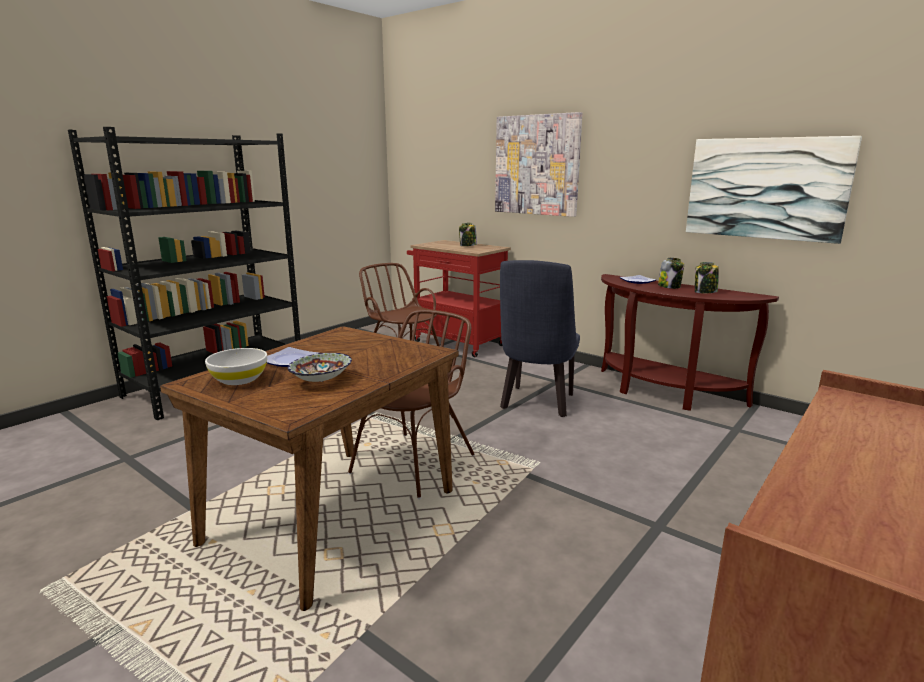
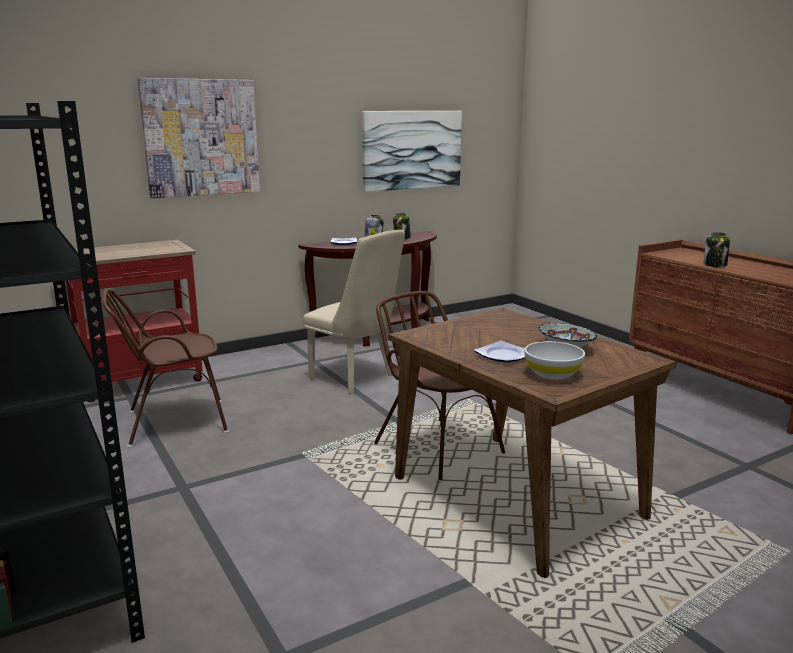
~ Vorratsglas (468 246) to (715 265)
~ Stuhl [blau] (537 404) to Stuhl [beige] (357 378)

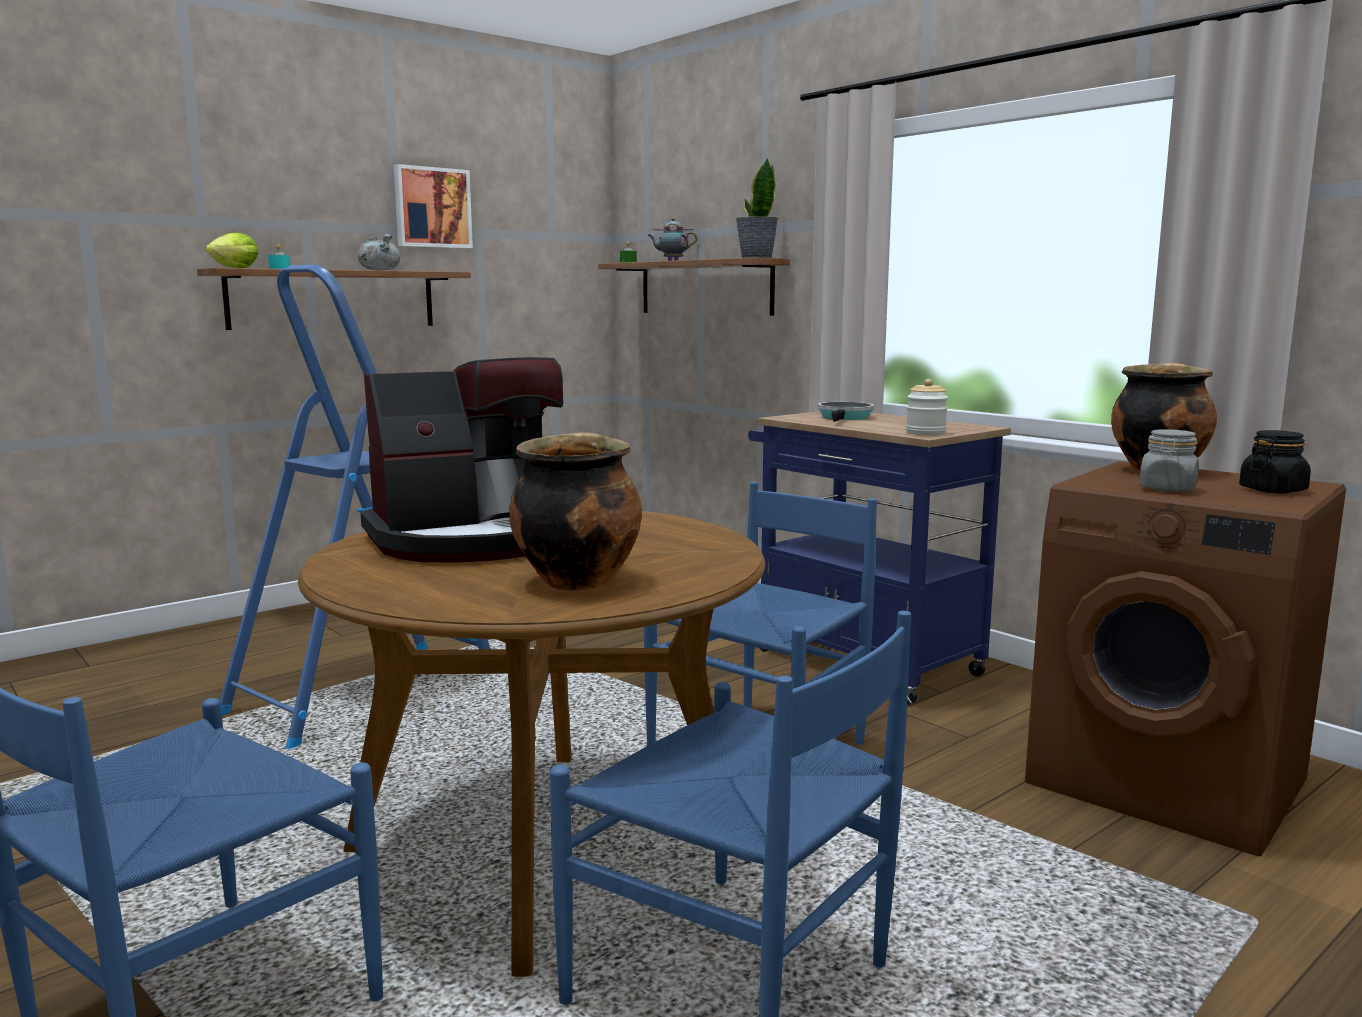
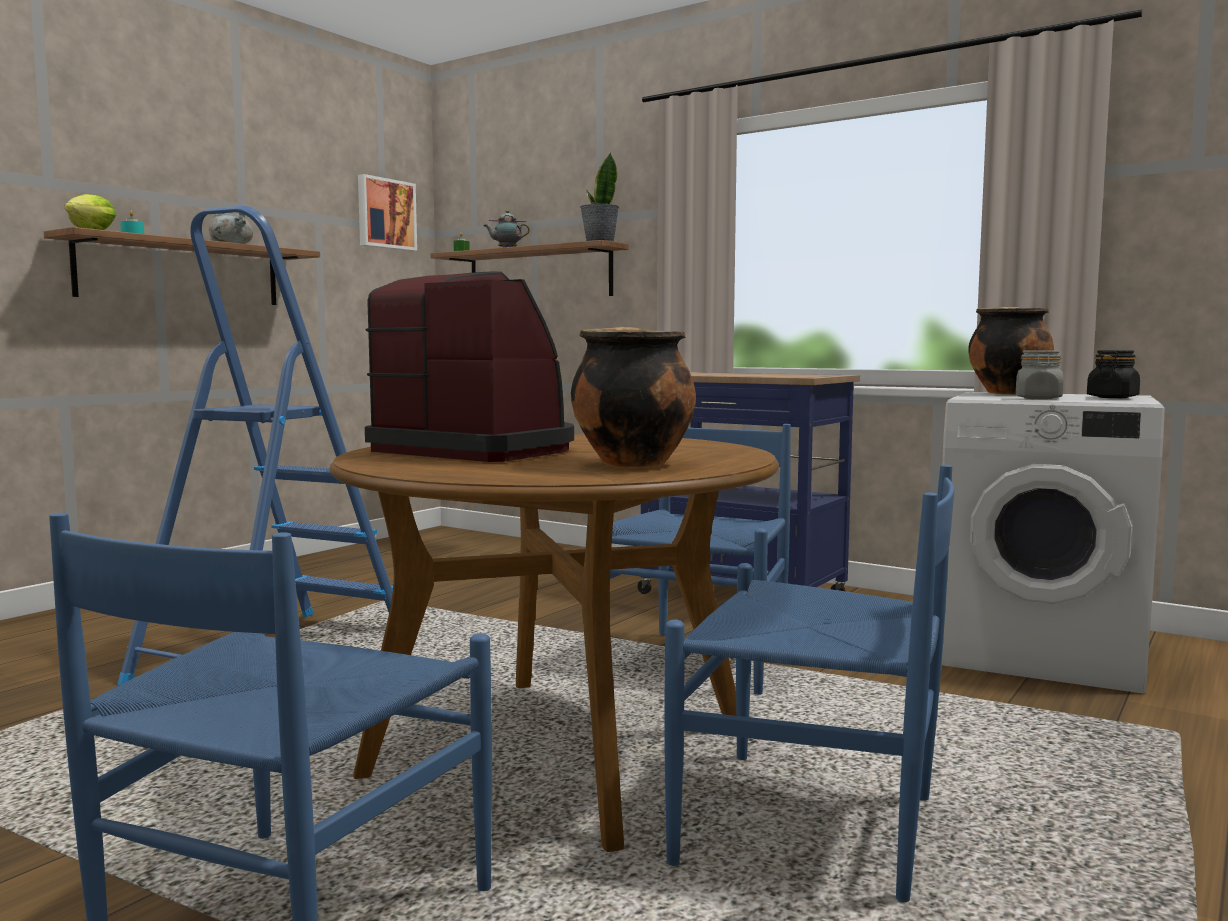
~ Bild (432 208) to (385 214)
~ Kaffeemaschine (471 540) = (478 450) 105 degrees counterclockwise
- Vorratsglas (925 433)
- Pfanne (845 418)
~ Waschmaschine [braun] (1164 782) to Waschmaschine [weiß] (1039 654)

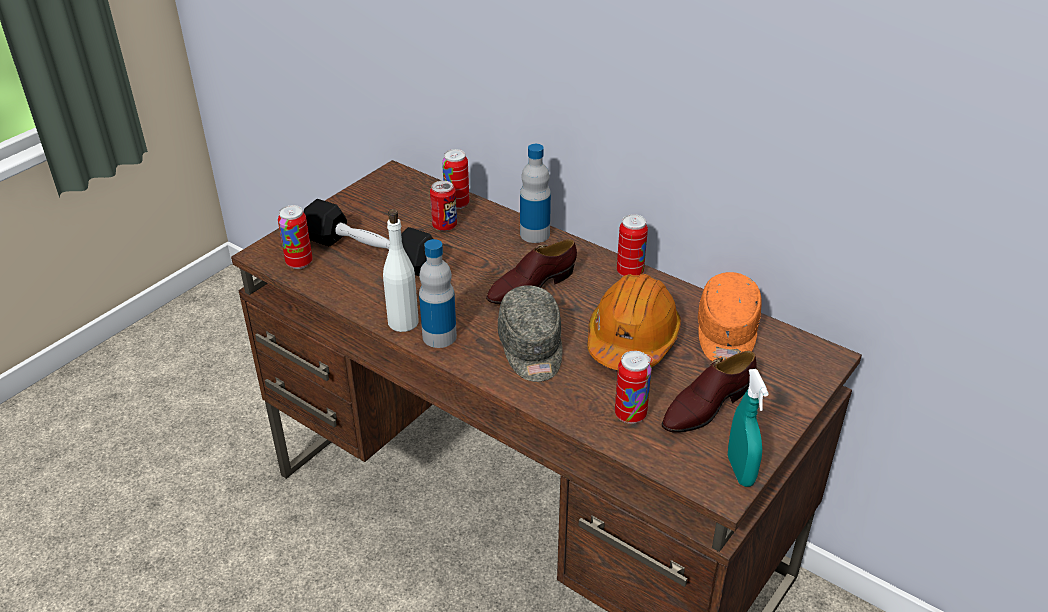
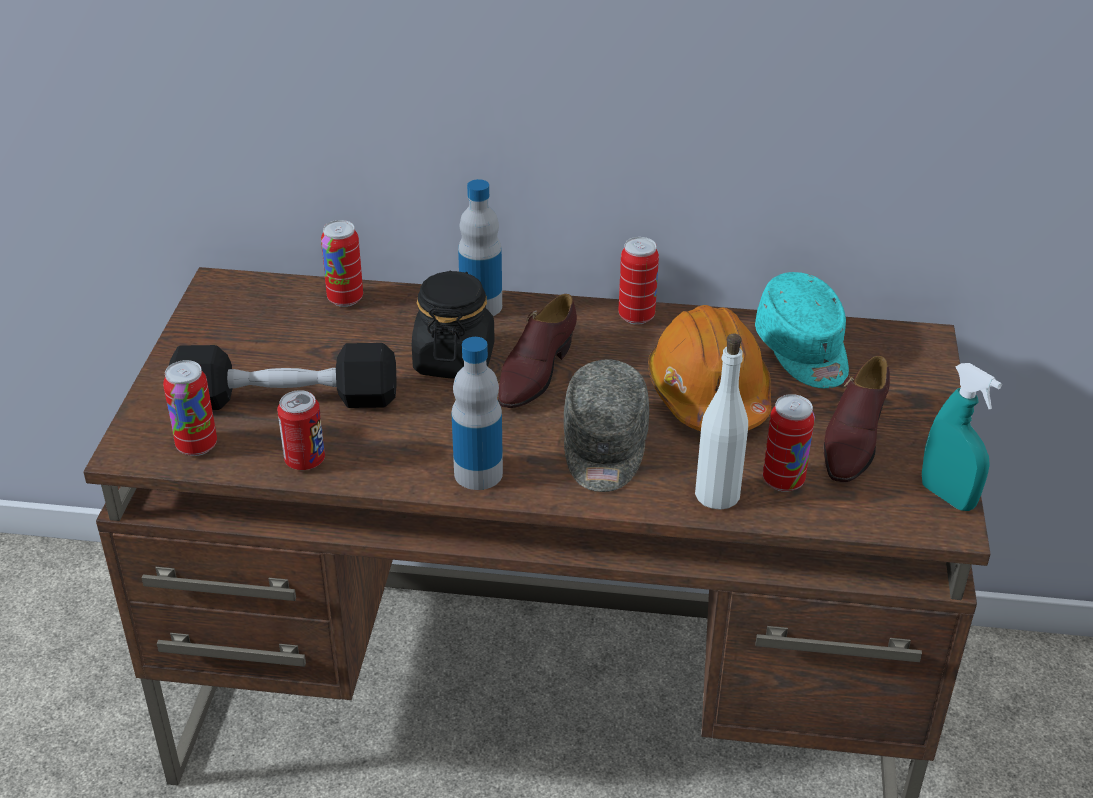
~ Dose (444 226) to (305 460)
~ Flasche [weiß] (403 322) to (717 494)
~ Kappe [orange] (726 334) to Kappe [türkis] (803 351)
~ Kappe [grau] (531 349) = (604 447) 45 degrees clockwise
+ Vorratsglas [schwarz] (454 359)

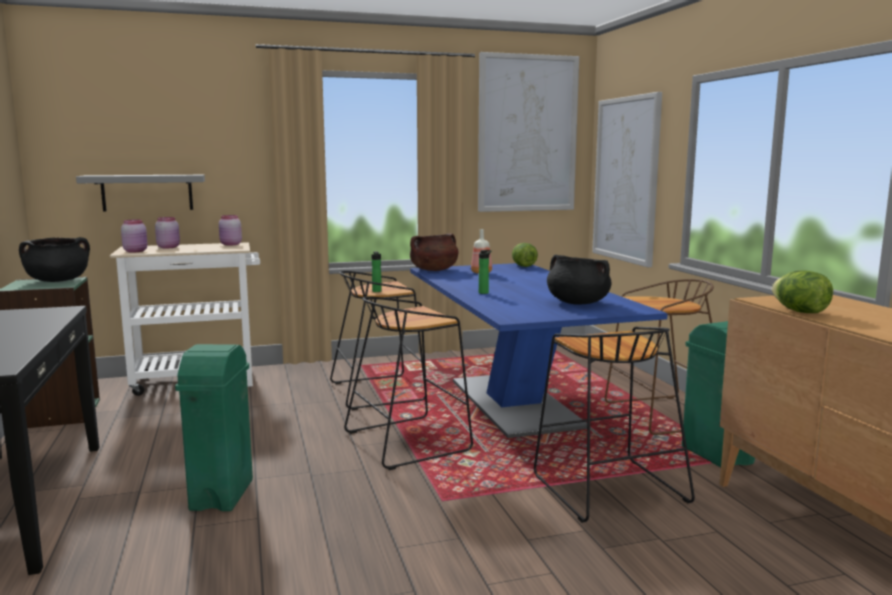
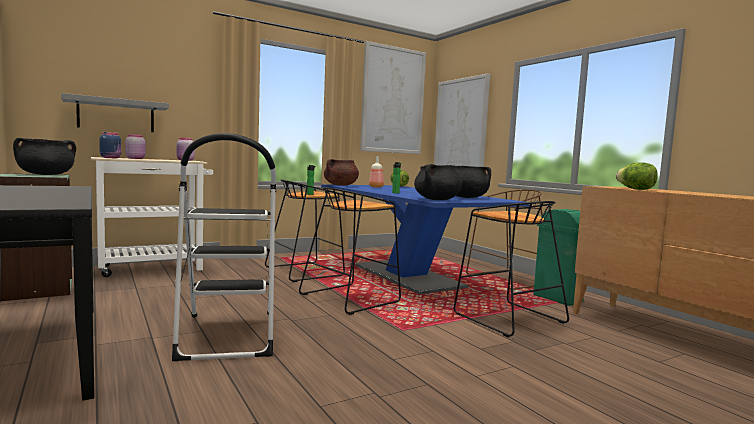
~ Vorratsglas [rosa] (136 251) to Vorratsglas [blau] (111 158)
~ Mülleimer [grün] (221 495) to Trittleiter (227 336)
+ Kochtopf [schwarz] (437 200)

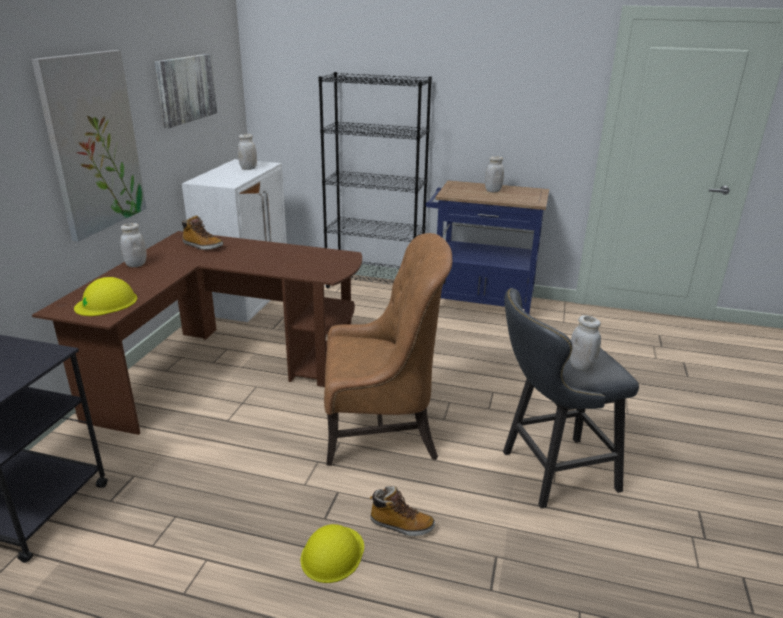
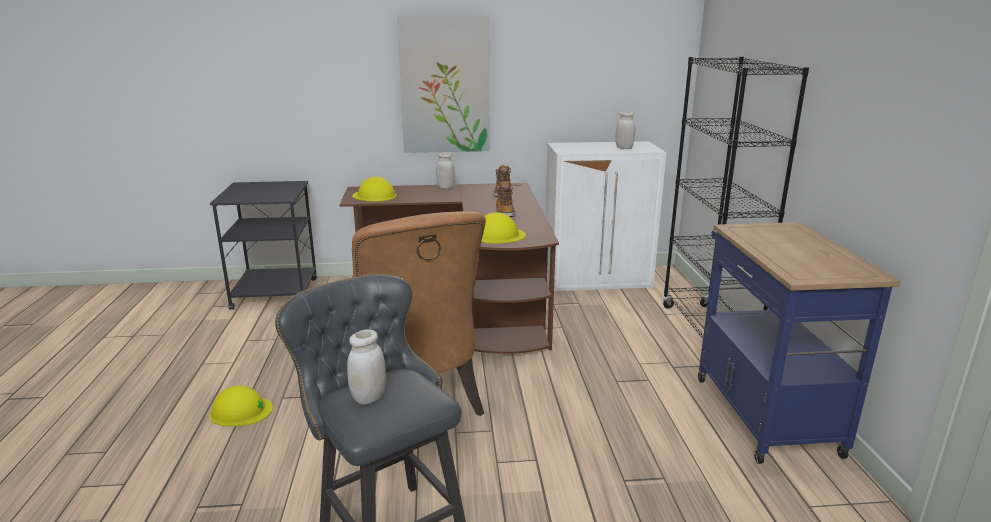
- Bild (185 89)
- Vorratsglas [weiß] (493 191)
~ Stiefel (401 525) to (504 213)
+ Schutzhelm [gelb] (498 235)

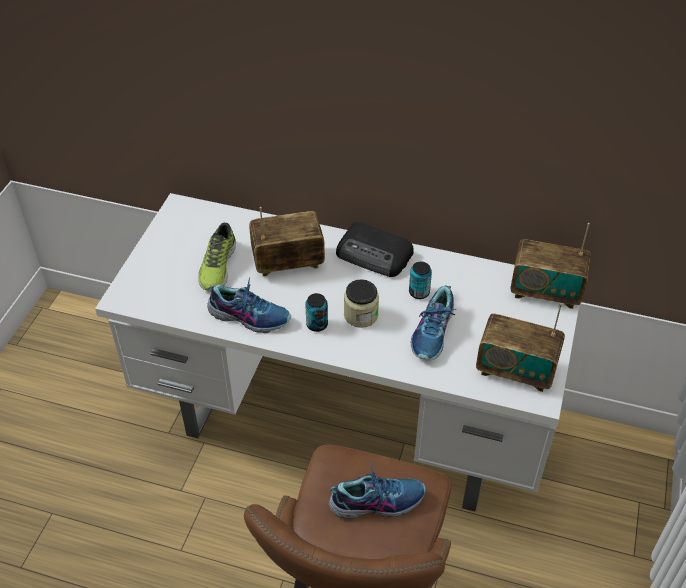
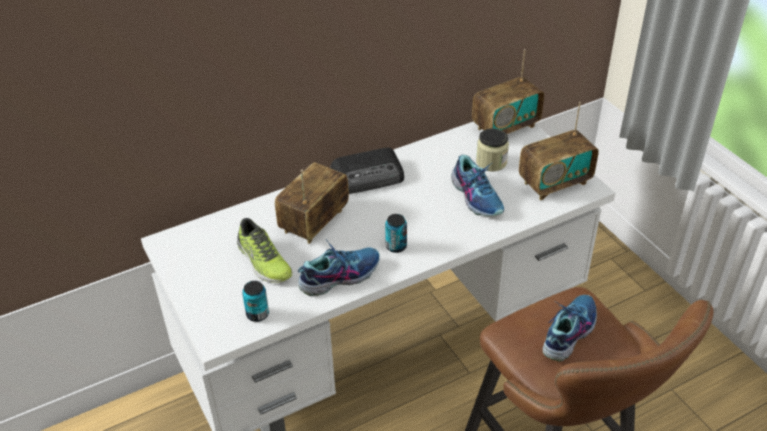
~ Dose (419 292) to (257 314)
~ Vorratsglas (361 315) to (491 162)

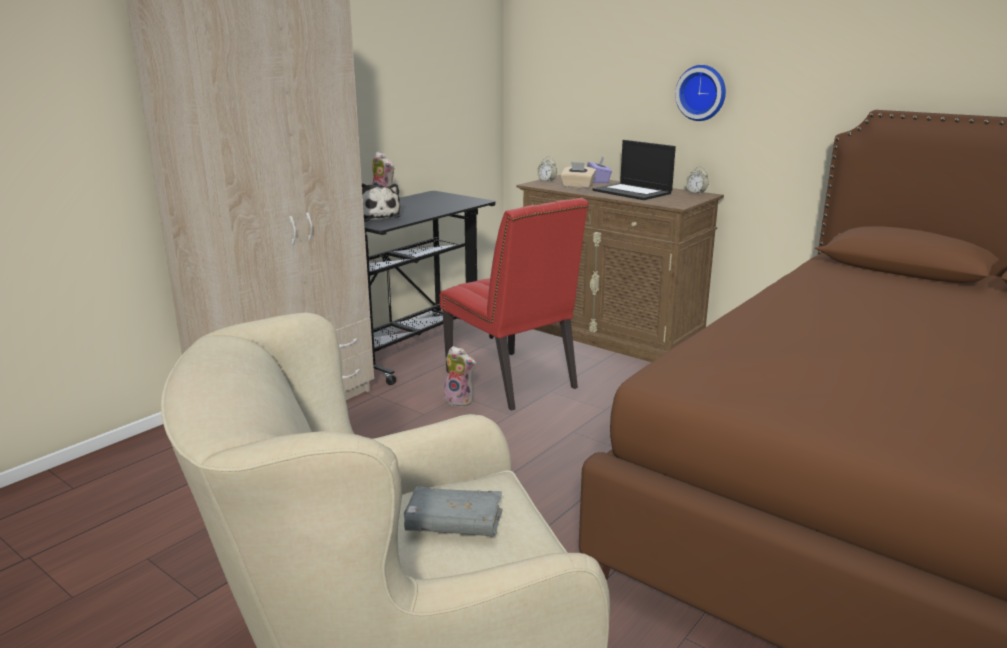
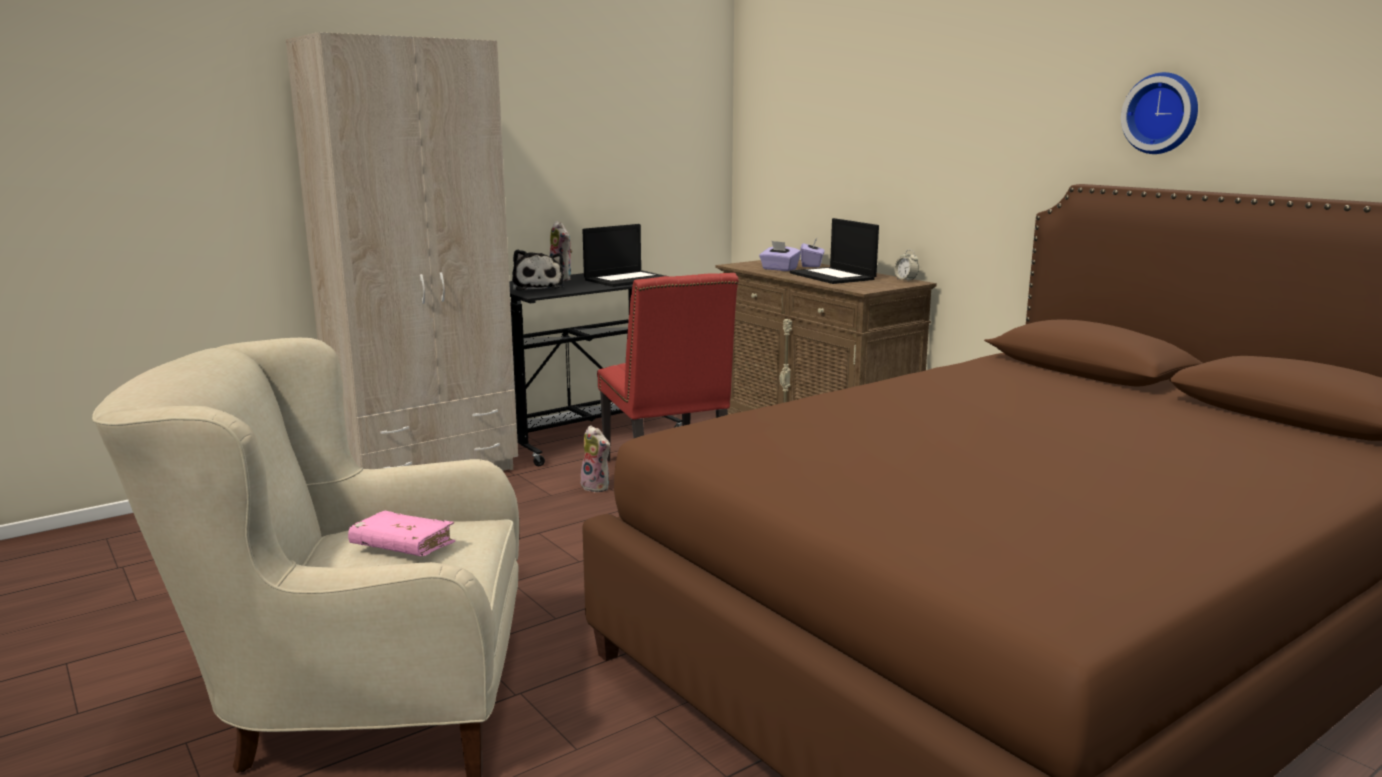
~ Wanduhr (702 92) to (1162 113)
- Wecker (547 181)
~ Taschentuchbox [beige] (577 187) to Taschentuchbox [lila] (779 269)
~ Buch [grau] (454 524) to Buch [rosa] (402 546)
+ Laptop (627 279)

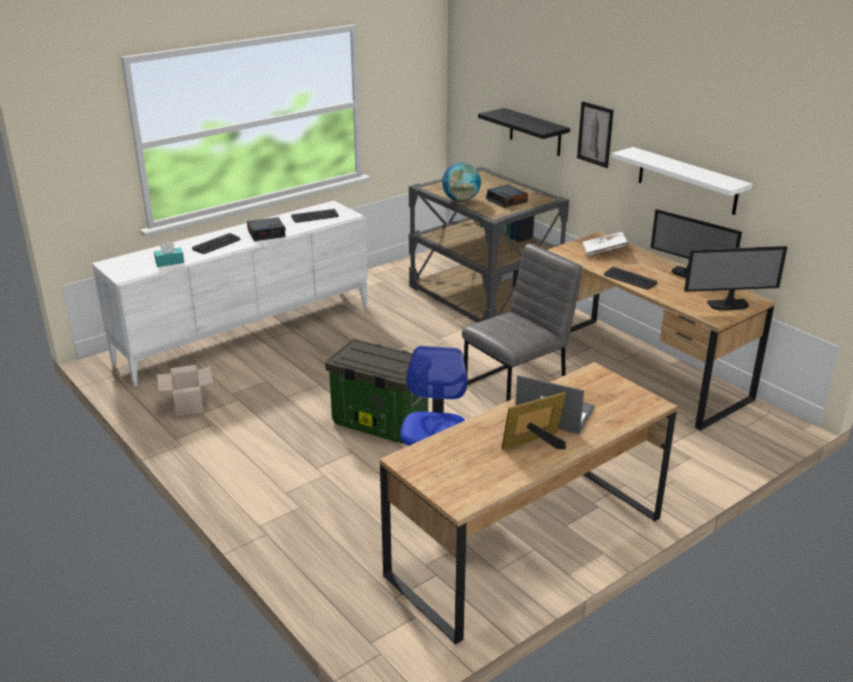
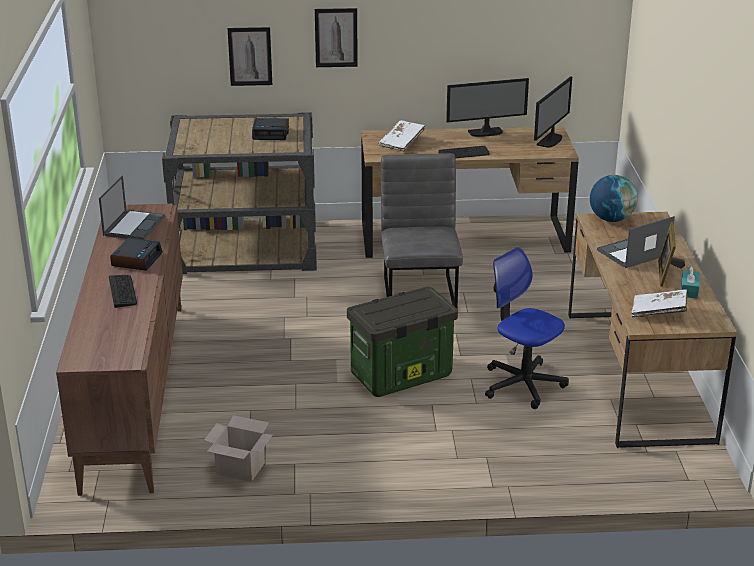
~ Wandregal [schwarz] (535 132) to Bild (250 56)
- Wandregal [weiß] (687 181)
~ Globus (461 200) to (611 219)
~ Schrank [weiß] (247 333) to Schrank [braun] (134 391)
~ Tastatur (315 216) to Laptop (134 225)
~ Taschentuchbox [türkis] (169 262) to (689 290)
+ Buch [weiß] (659 312)

